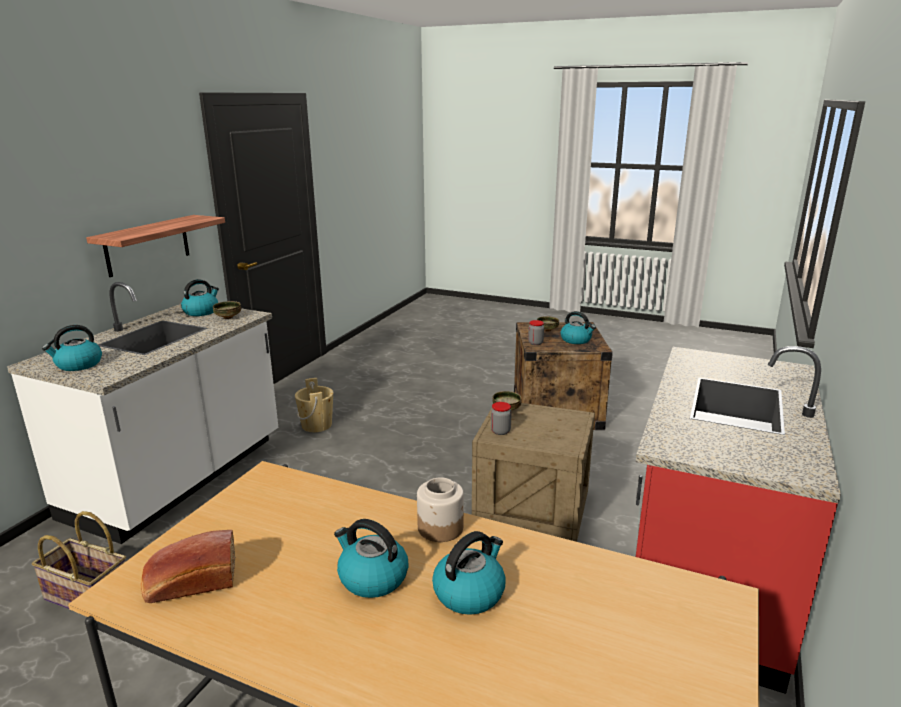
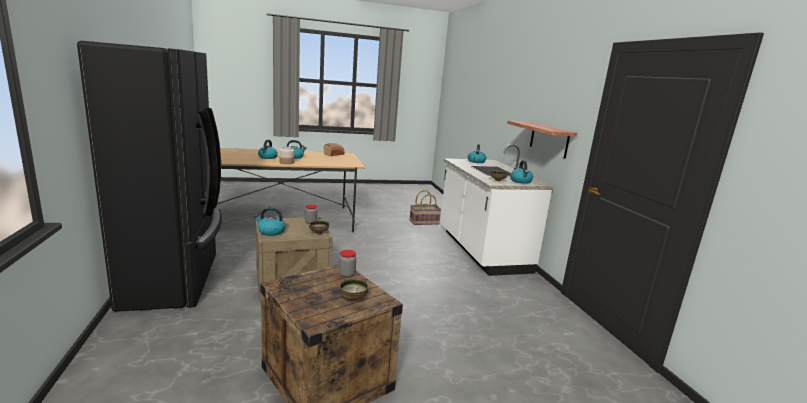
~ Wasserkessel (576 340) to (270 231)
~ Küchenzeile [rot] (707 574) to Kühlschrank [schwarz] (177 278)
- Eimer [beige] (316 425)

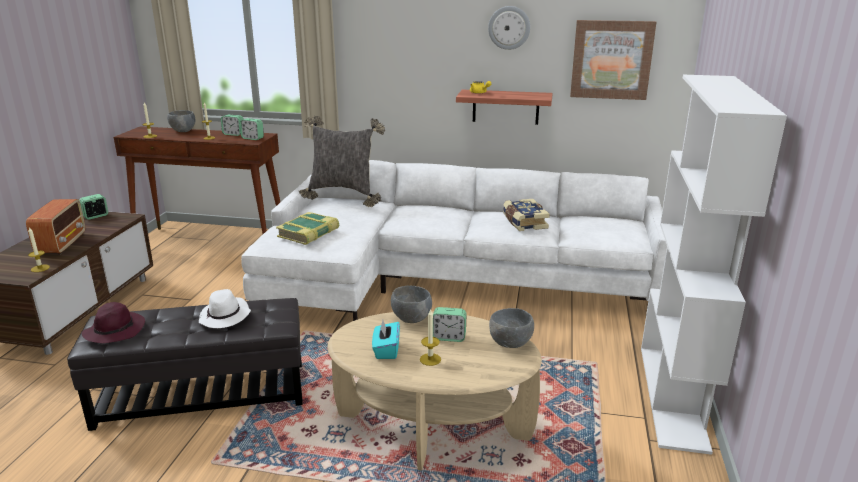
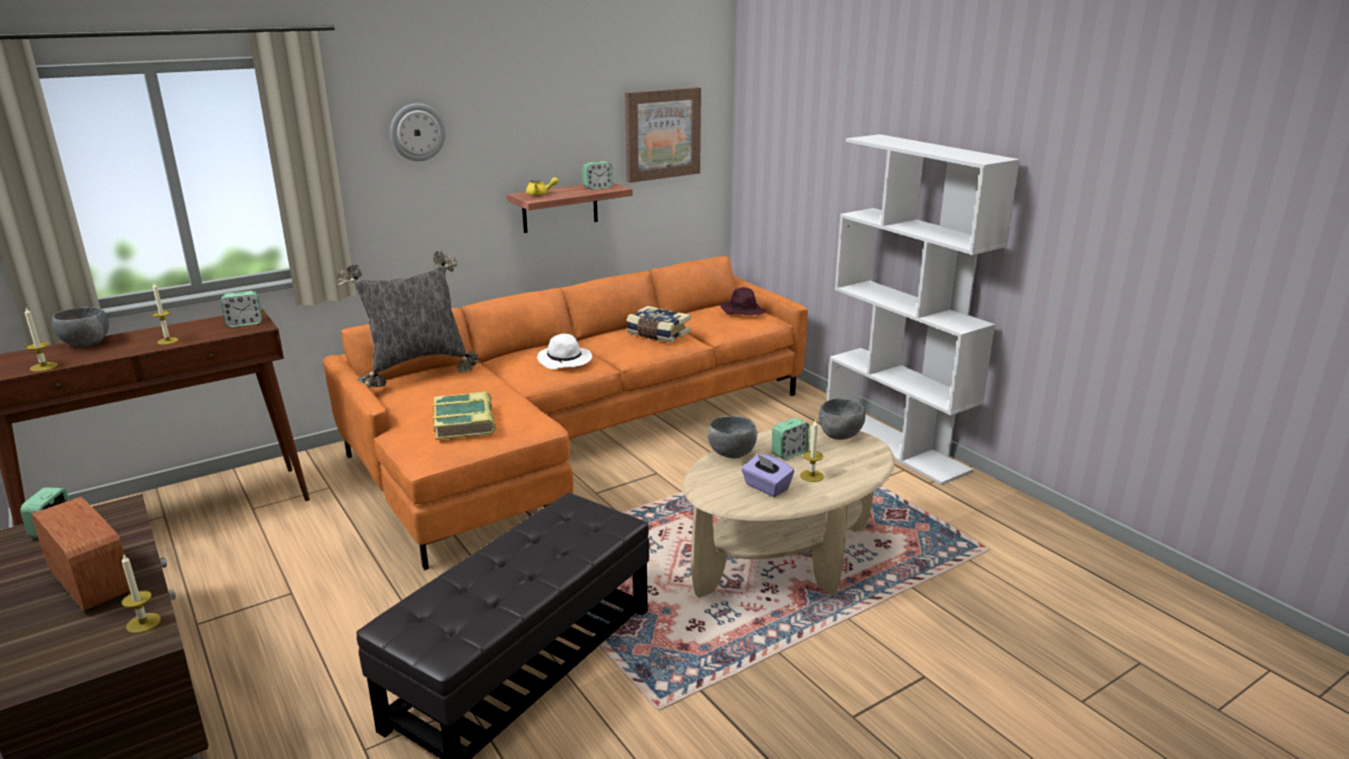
~ Wanduhr (509 27) to (417 132)
~ Wecker (234 134) to (598 187)
~ Sofa [weiß] (445 281) to Sofa [orange] (574 436)
~ Hut [weiß] (225 317) to (565 361)
~ Hut [lila] (115 330) to (742 311)
~ Taschentuchbox [türkis] (386 350) to Taschentuchbox [lila] (766 487)

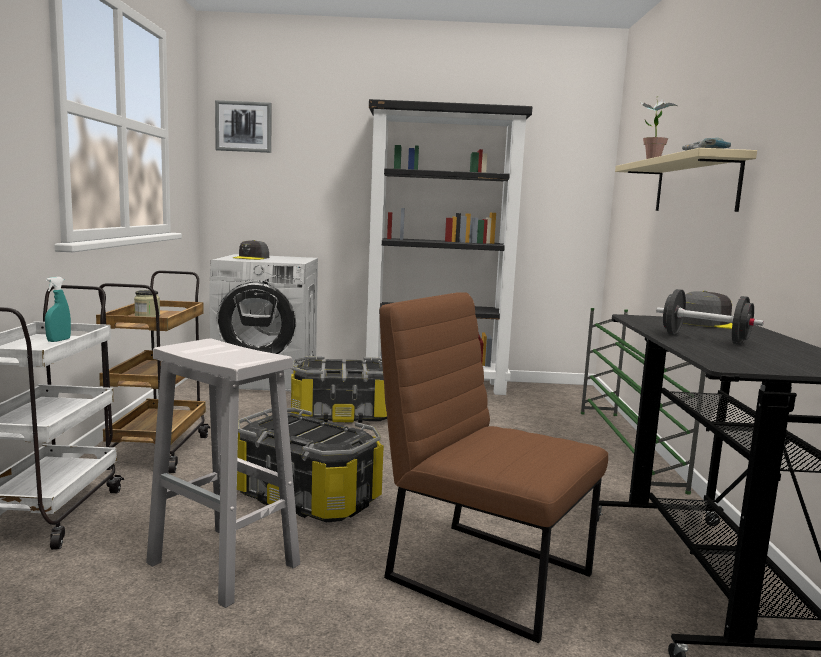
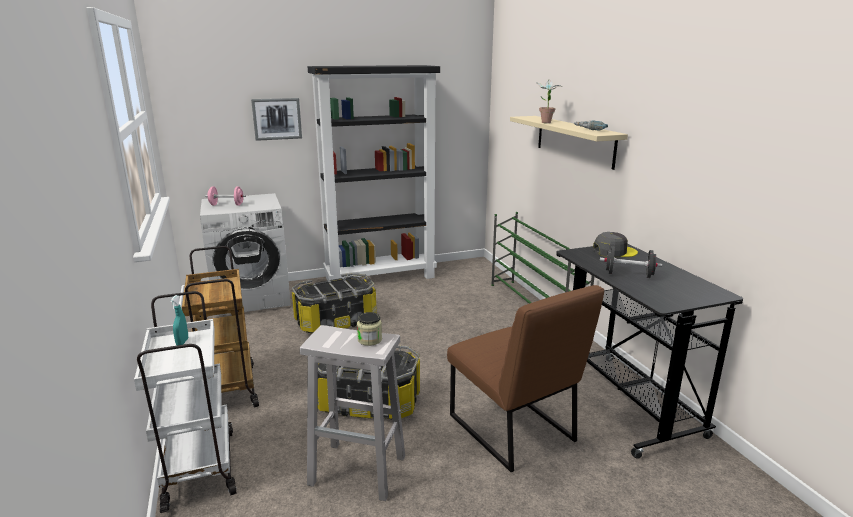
~ Bild (243 126) to (277 119)
~ Kappe [grau] (251 258) to Hantel [rosa] (226 205)
~ Vorratsglas (147 316) to (369 340)
~ Stuhl [braun] (484 573) = (513 430) 135 degrees counterclockwise

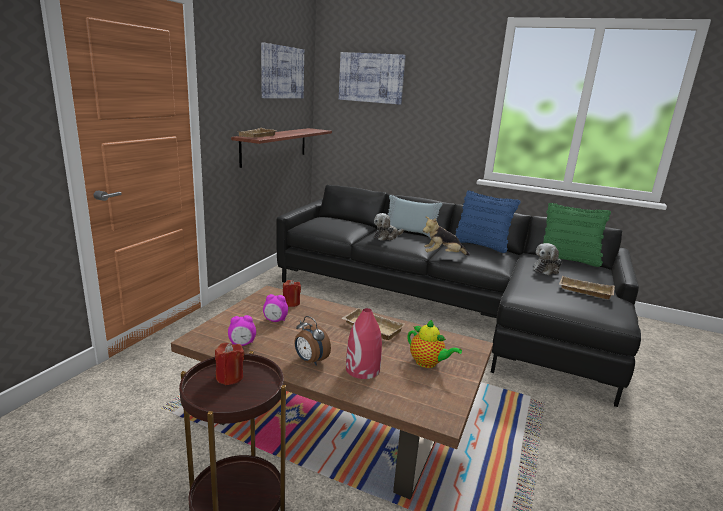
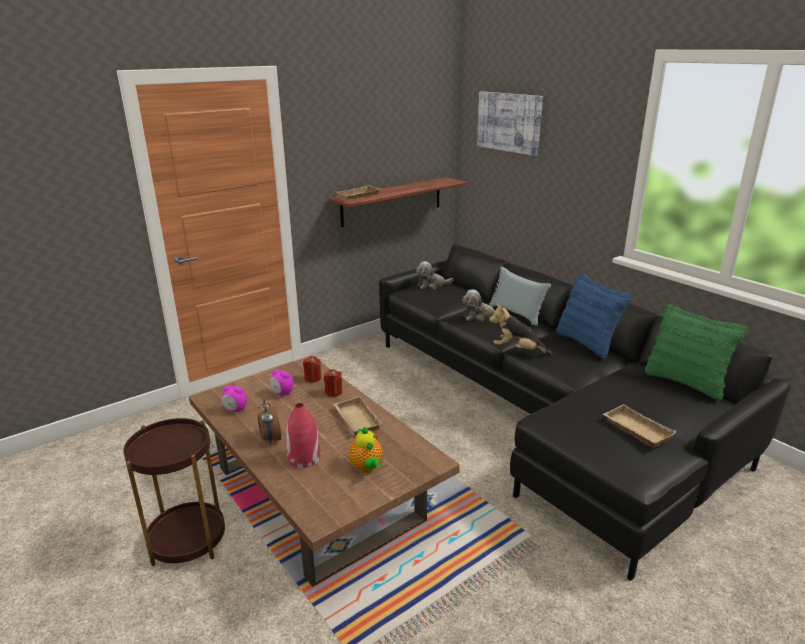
- Bild (282 72)
~ Plüschtier (547 269) to (432 285)
~ Kerze [rot] (229 377) to (333 392)

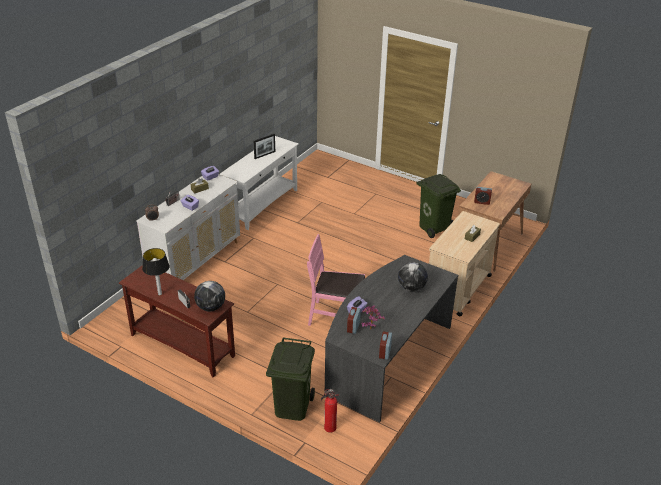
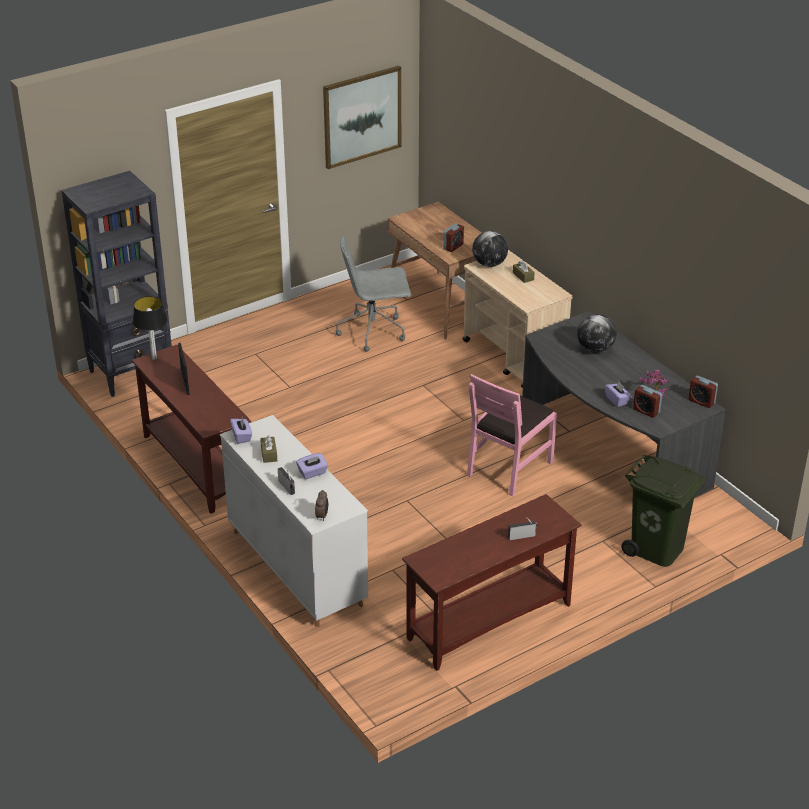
~ Konsolentisch [weiß] (262 205) to Konsolentisch [braun] (196 466)
~ Mülleimer [grün] (434 227) to Bürostuhl [grau] (375 332)
~ Tischlampe (160 294) to (154 358)
~ Globus (210 307) to (489 264)
- Feuerlöscher (329 427)
+ Bild (362 116)
+ Bücherregal [schwarz] (132 373)

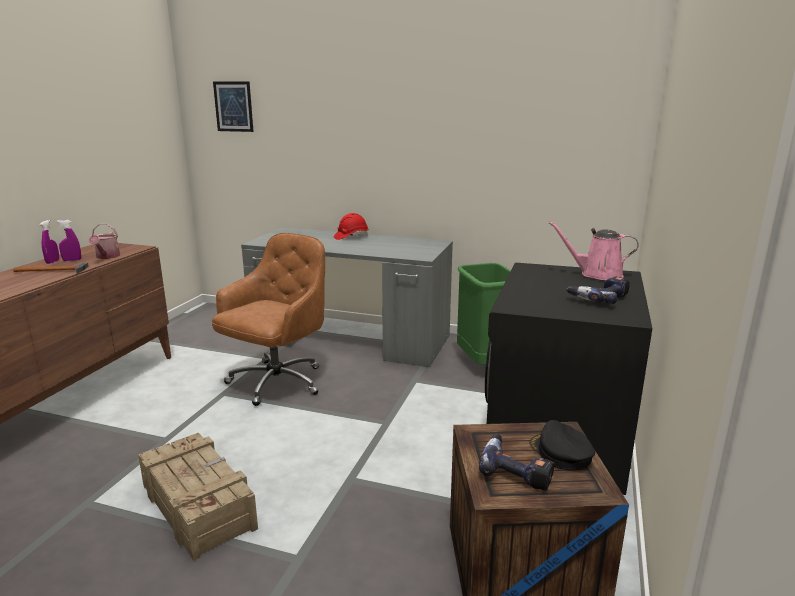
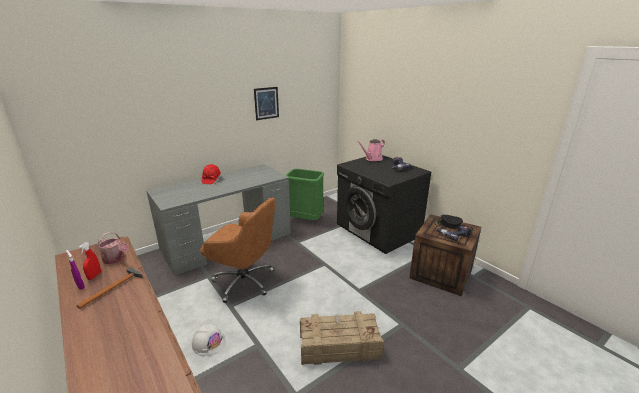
~ Bild (233 106) to (266 103)
~ Sprühflasche [lila] (72 260) to Sprühflasche [rot] (94 276)
~ Bürostuhl [braun] (277 382) = (243 282) 135 degrees clockwise
+ Schutzhelm [weiß] (208 342)

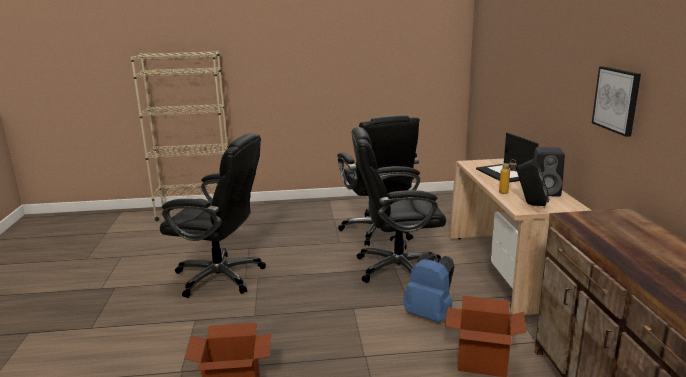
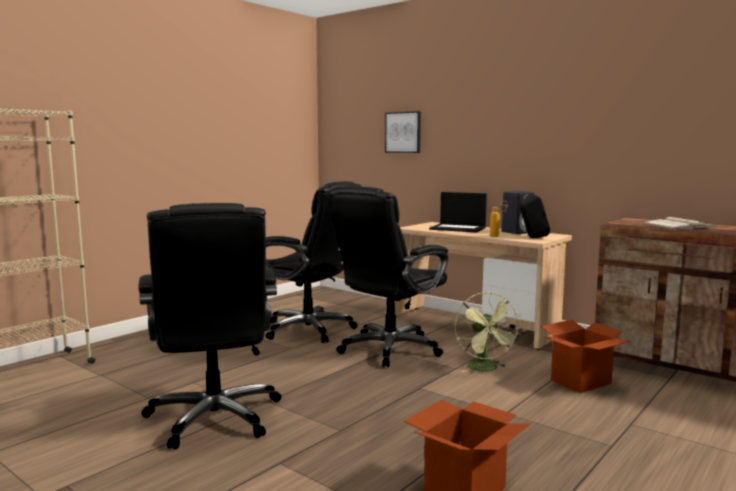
~ Bild (617 100) to (403 132)
~ Bürostuhl [schwarz] (219 276) = (215 416) 105 degrees clockwise
~ Rucksack [blau] (430 315) to Ventilator [grün] (486 369)
+ Buch [weiß] (678 226)

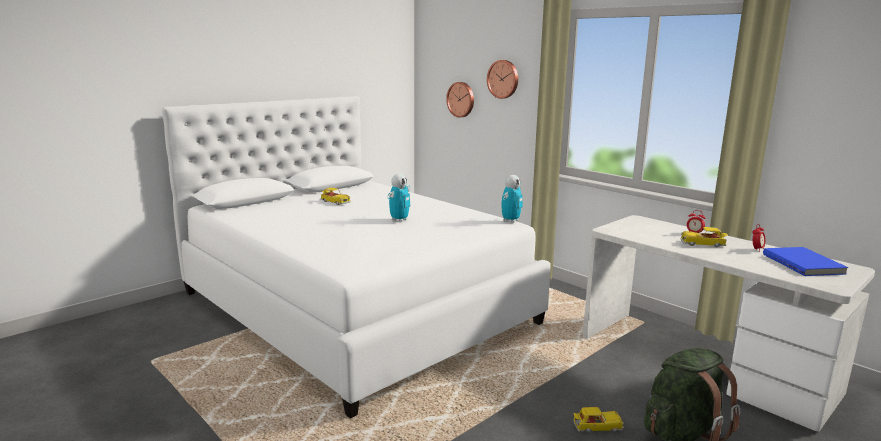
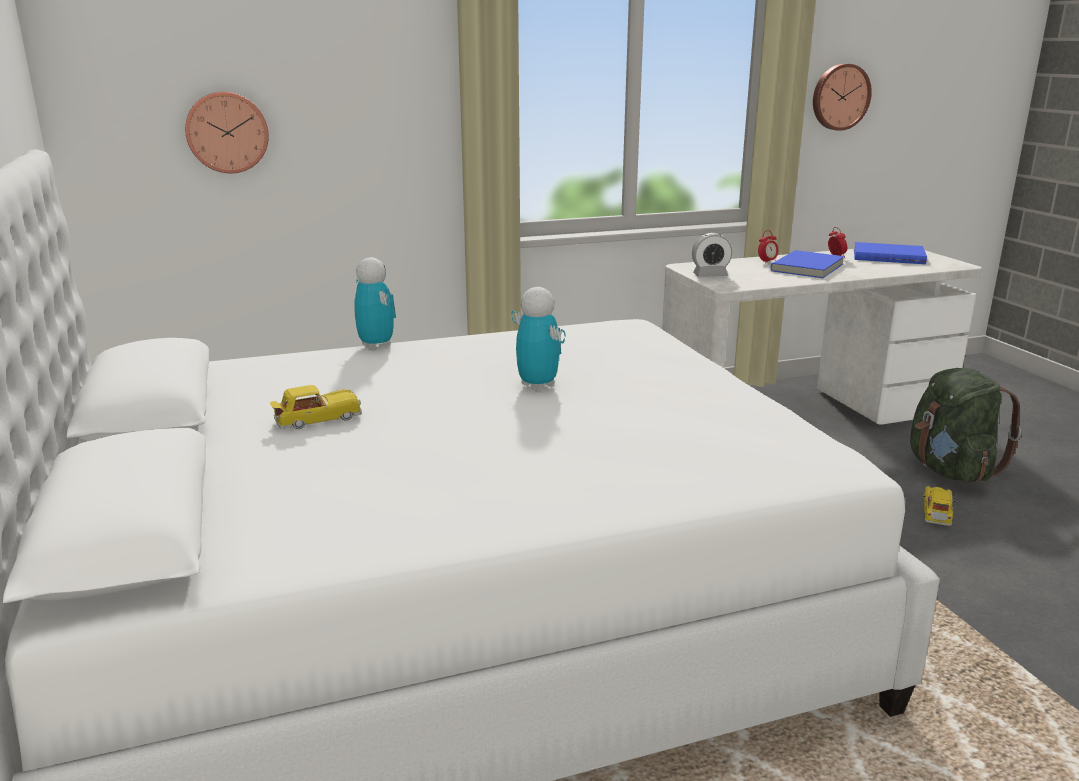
~ Wanduhr (503 79) to (839 97)
~ Spielzeugroboter (510 221) to (376 345)
~ Spielzeugauto (703 244) to Buch [blau] (809 268)
+ Wecker (710 275)

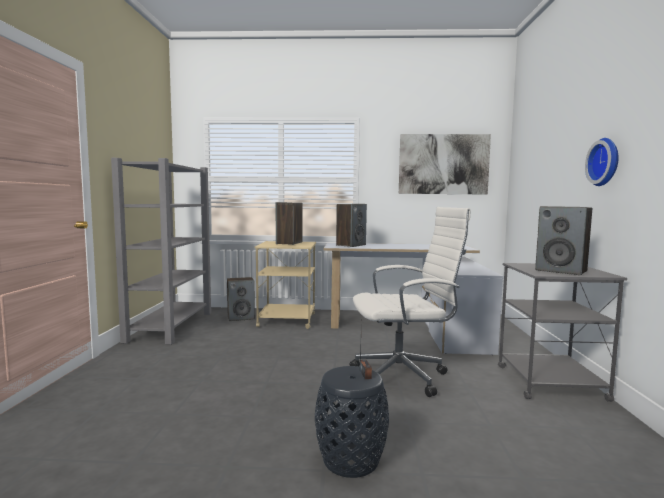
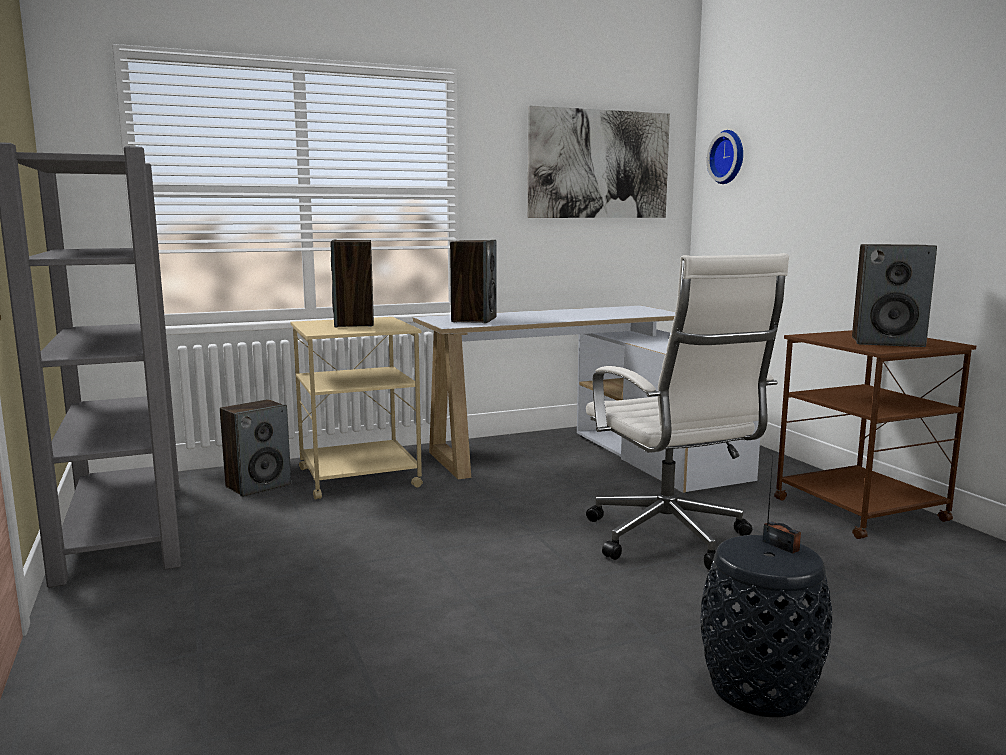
~ Wanduhr (606 162) to (729 157)
~ Bürostuhl [weiß] (403 376) = (671 540) 105 degrees clockwise
~ Rollwagen [grau] (550 383) to Rollwagen [braun] (861 511)

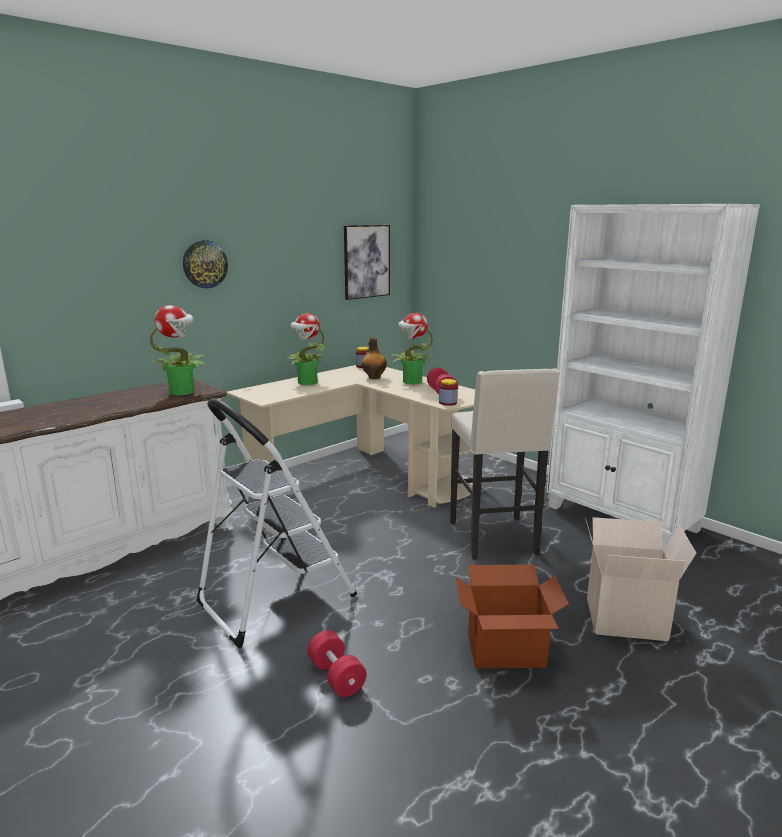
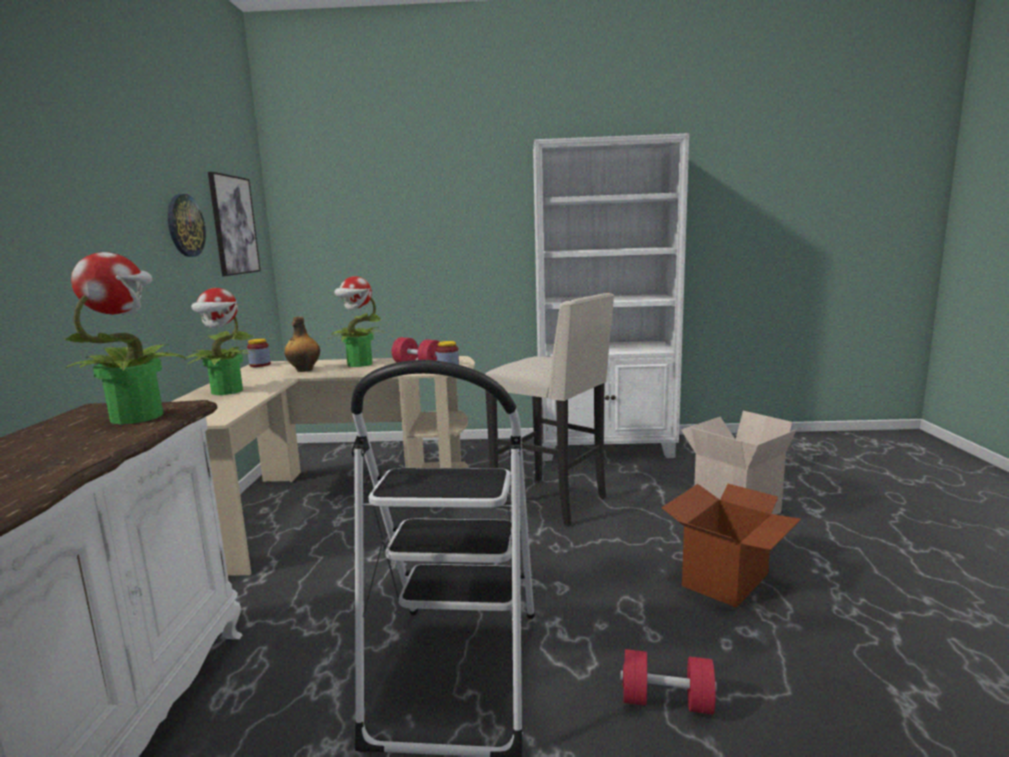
~ Wanduhr (205 264) to (185 225)

